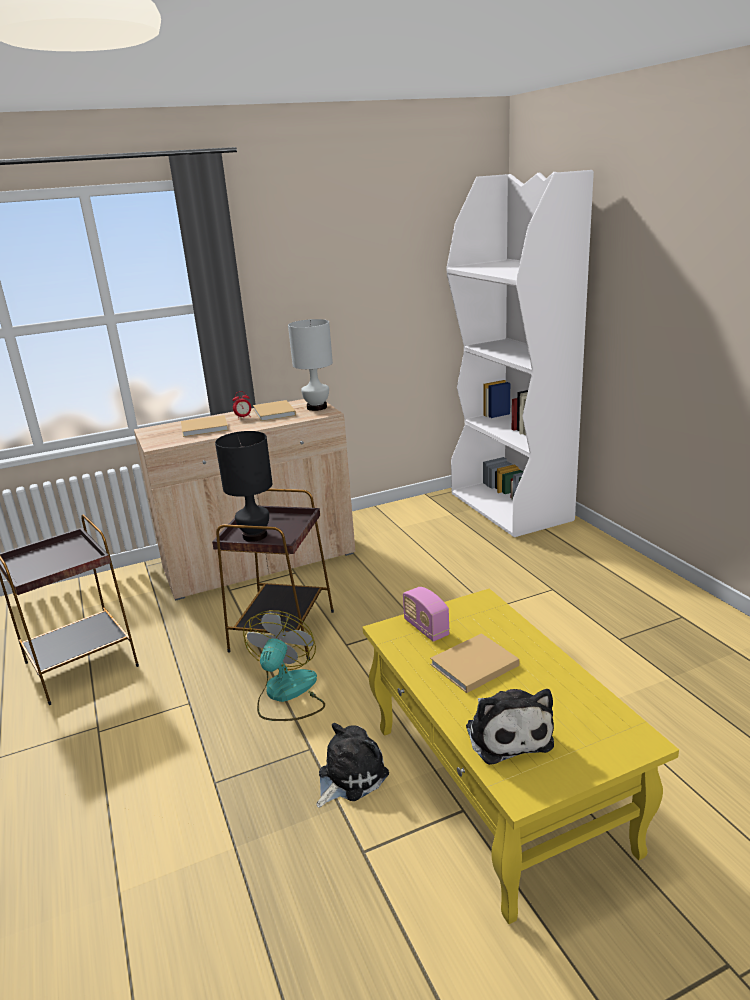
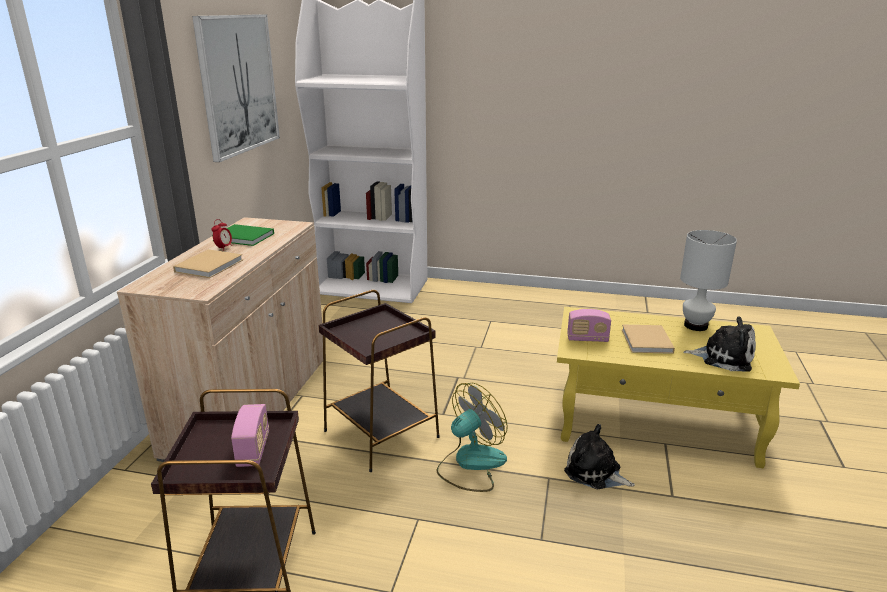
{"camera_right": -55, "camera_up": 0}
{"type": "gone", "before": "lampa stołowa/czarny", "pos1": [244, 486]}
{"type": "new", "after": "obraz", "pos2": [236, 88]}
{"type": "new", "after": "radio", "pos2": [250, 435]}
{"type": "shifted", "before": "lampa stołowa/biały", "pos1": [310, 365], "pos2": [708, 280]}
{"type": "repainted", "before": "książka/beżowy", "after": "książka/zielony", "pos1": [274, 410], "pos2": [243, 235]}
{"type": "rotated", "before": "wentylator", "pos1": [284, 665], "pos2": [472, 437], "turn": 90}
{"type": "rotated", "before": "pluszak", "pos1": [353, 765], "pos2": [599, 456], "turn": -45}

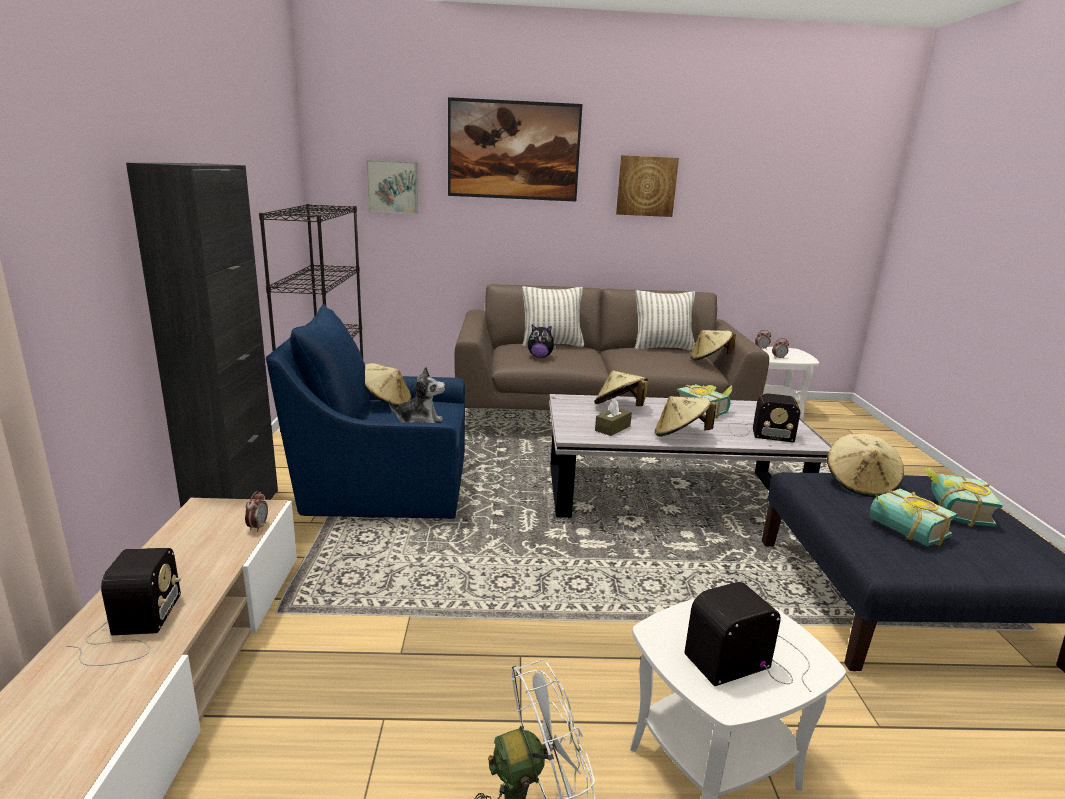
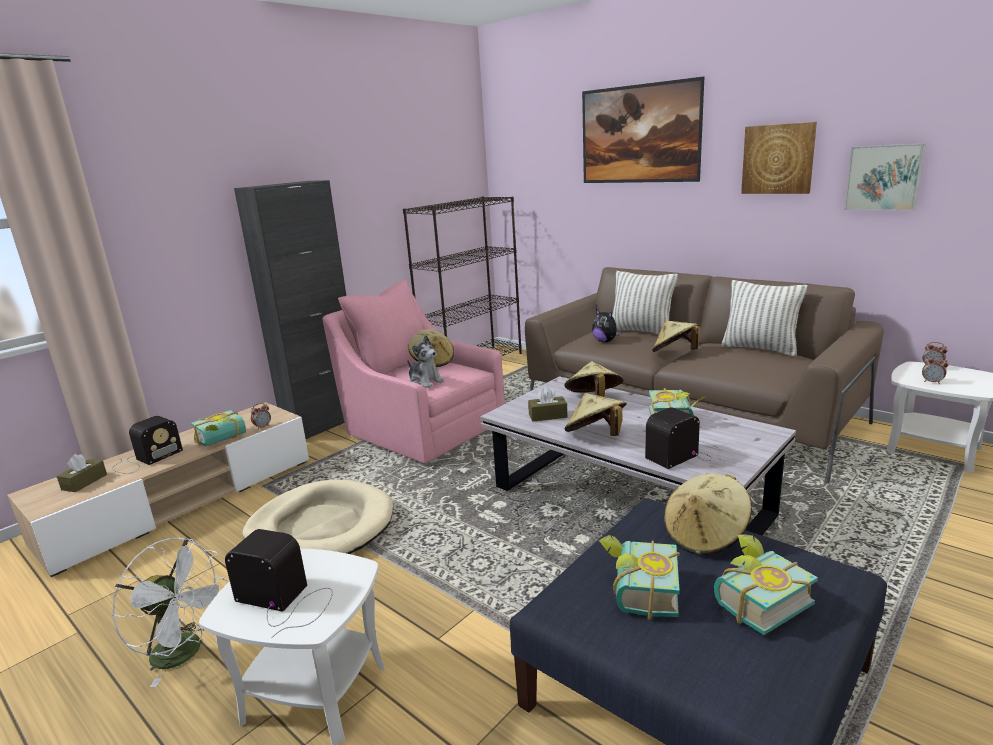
{"camera_right": 45, "camera_up": 0}
{"type": "new", "after": "pudełko chusteczek/brązowy", "pos2": [82, 473]}
{"type": "new", "after": "książka", "pos2": [218, 428]}
{"type": "new", "after": "legowisko/beżowy", "pos2": [318, 516]}
{"type": "shifted", "before": "obraz", "pos1": [392, 187], "pos2": [885, 177]}
{"type": "shifted", "before": "kapelusz/beżowy", "pos1": [713, 345], "pos2": [676, 336]}
{"type": "repainted", "before": "fotel/niebieski", "after": "fotel/różowy", "pos1": [365, 411], "pos2": [413, 372]}
{"type": "rotated", "before": "radio", "pos1": [764, 418], "pos2": [684, 438], "turn": 90}

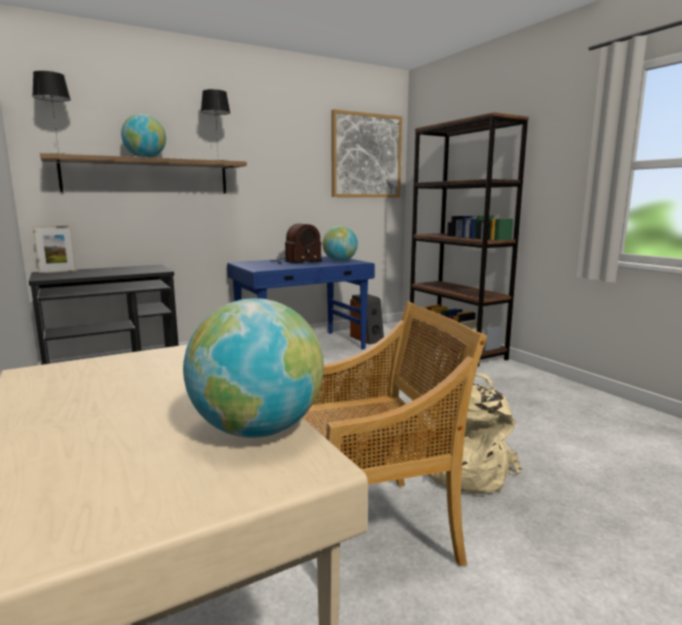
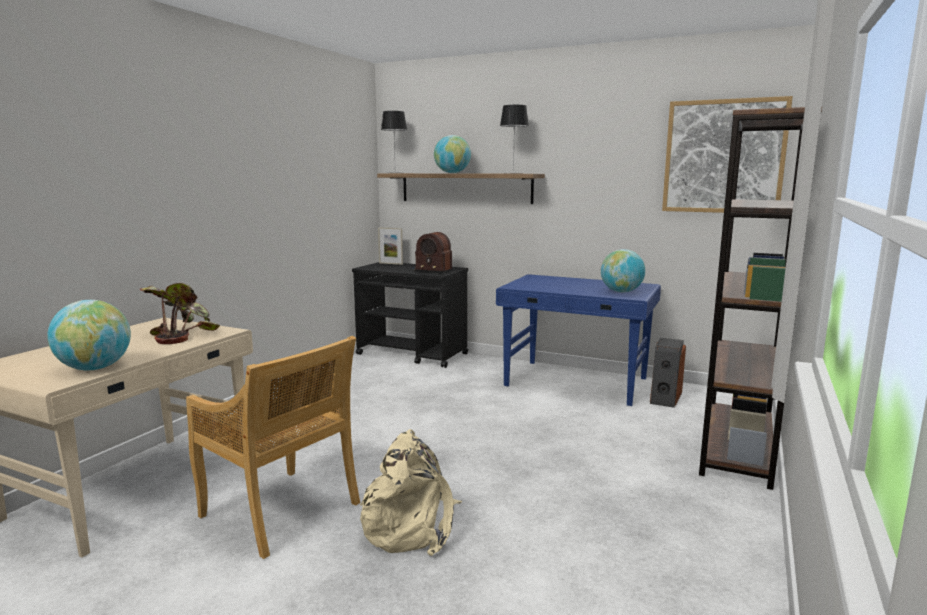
{"camera_right": 55, "camera_up": 0}
{"type": "new", "after": "roślina doniczkowa", "pos2": [180, 313]}
{"type": "shifted", "before": "radio", "pos1": [296, 244], "pos2": [432, 253]}

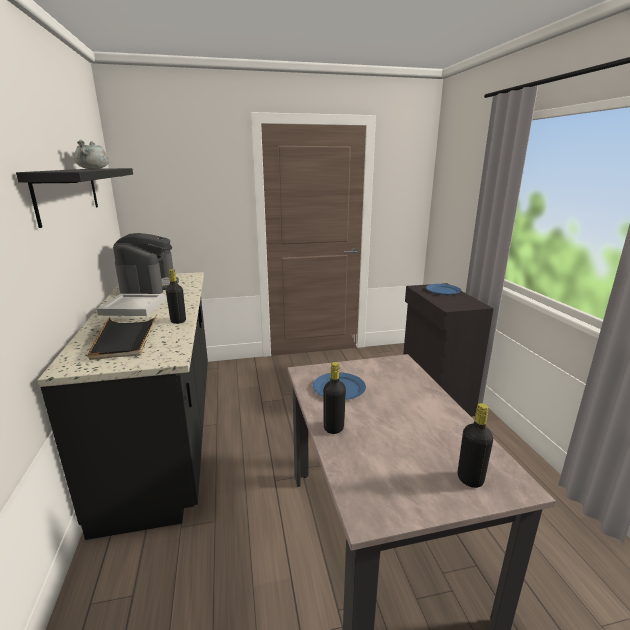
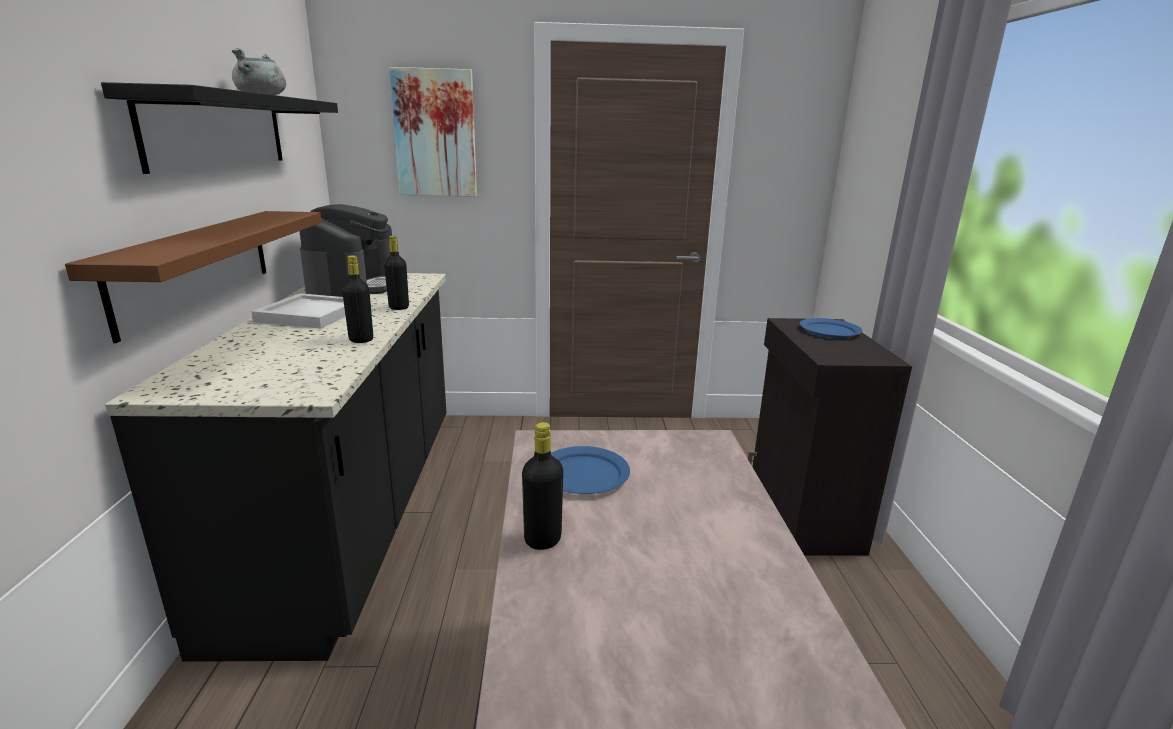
{"camera_right": 10, "camera_up": 0}
{"type": "gone", "before": "taca/czarny", "pos1": [122, 337]}
{"type": "new", "after": "półka/brązowy", "pos2": [193, 277]}
{"type": "new", "after": "obraz", "pos2": [433, 132]}
{"type": "shifted", "before": "butelka/czarny", "pos1": [475, 445], "pos2": [396, 273]}

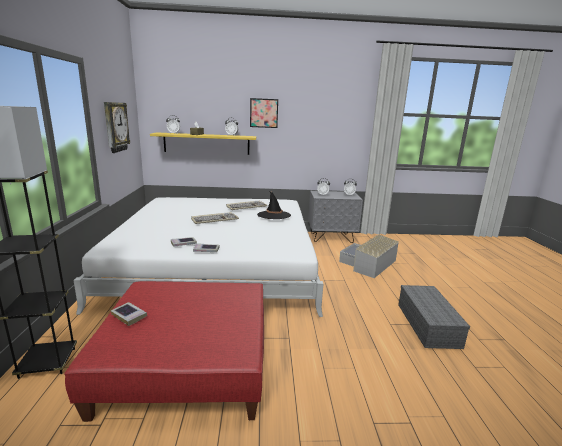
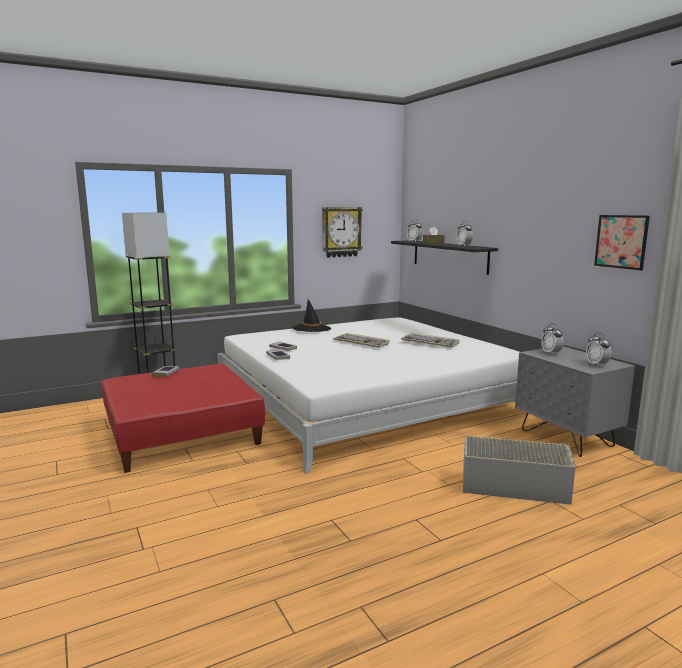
{"camera_right": 65, "camera_up": -5}
{"type": "gone", "before": "pojemnik do przechowywania/szary", "pos1": [434, 317]}
{"type": "shifted", "before": "obraz", "pos1": [264, 113], "pos2": [622, 242]}
{"type": "shifted", "before": "kapelusz/czarny", "pos1": [274, 205], "pos2": [311, 315]}
{"type": "repainted", "before": "półka/żółty", "after": "półka/czarny", "pos1": [203, 143], "pos2": [444, 257]}

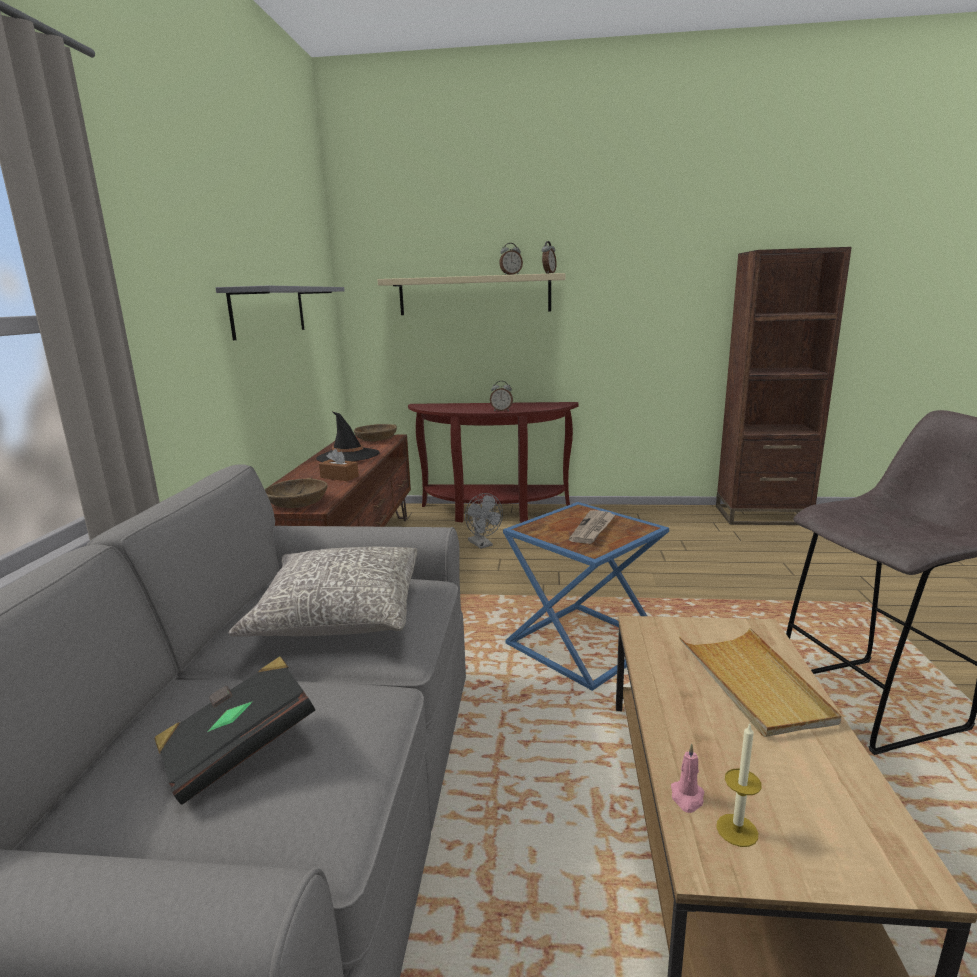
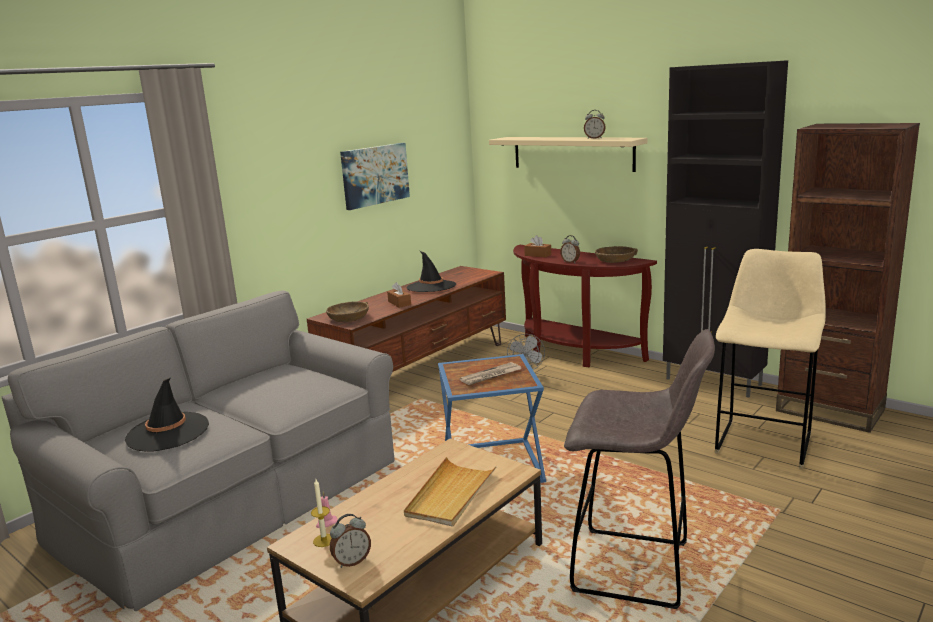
{"camera_right": 35, "camera_up": 0}
{"type": "gone", "before": "poduszka/szary", "pos1": [323, 592]}
{"type": "new", "after": "pudełko chusteczek/brązowy", "pos2": [537, 246]}
{"type": "new", "after": "szafka/czarny", "pos2": [725, 229]}
{"type": "new", "after": "stołek/beżowy", "pos2": [770, 359]}
{"type": "shifted", "before": "miska/brązowy", "pos1": [375, 433], "pos2": [616, 254]}
{"type": "shifted", "before": "budzik", "pos1": [549, 257], "pos2": [350, 541]}
{"type": "swapped", "before": "książka/czarny", "after": "kapelusz/czarny", "pos1": [235, 730], "pos2": [167, 415]}
{"type": "swapped", "before": "półka/szary", "after": "obraz", "pos1": [280, 313], "pos2": [375, 176]}

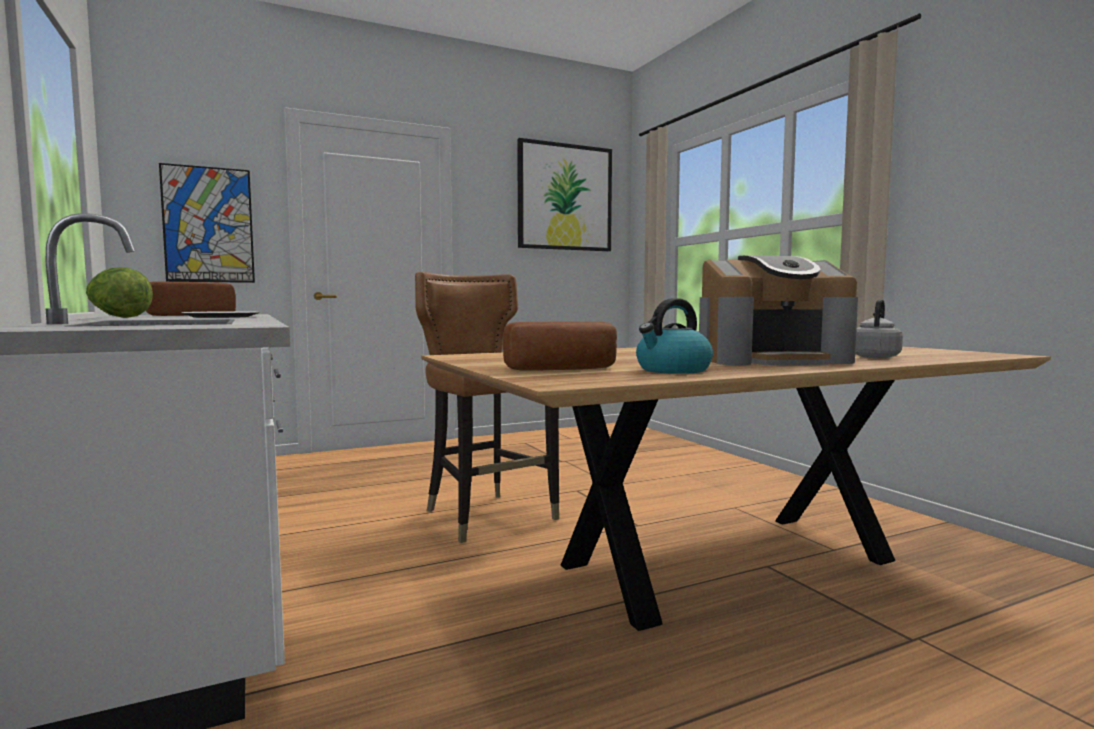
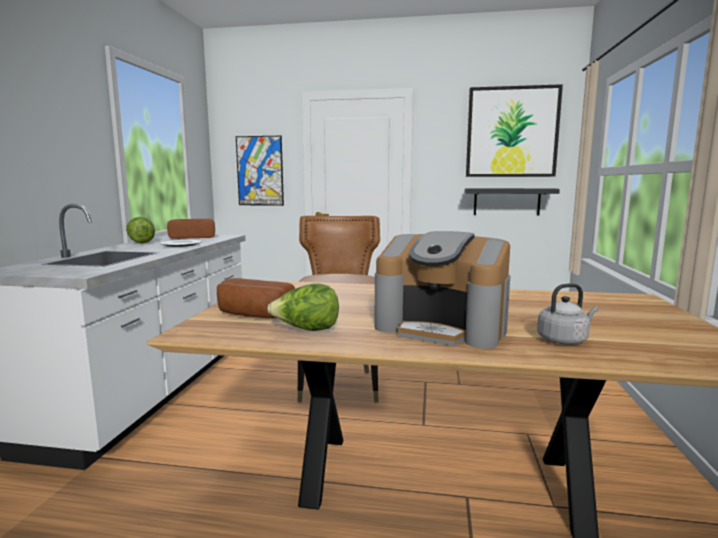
{"camera_right": 35, "camera_up": 5}
{"type": "new", "after": "półka/czarny", "pos2": [512, 202]}
{"type": "swapped", "before": "czajnik", "after": "sałata", "pos1": [674, 336], "pos2": [303, 307]}

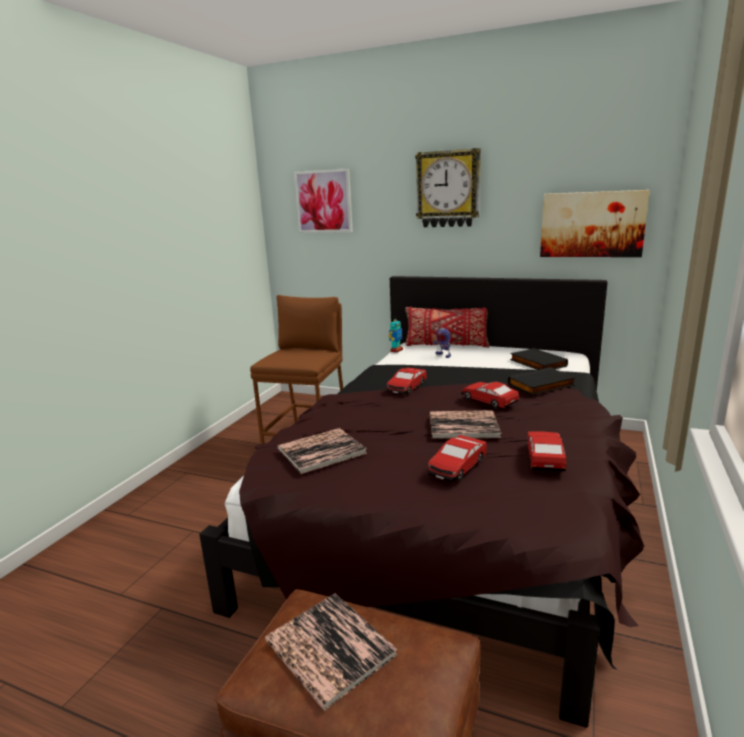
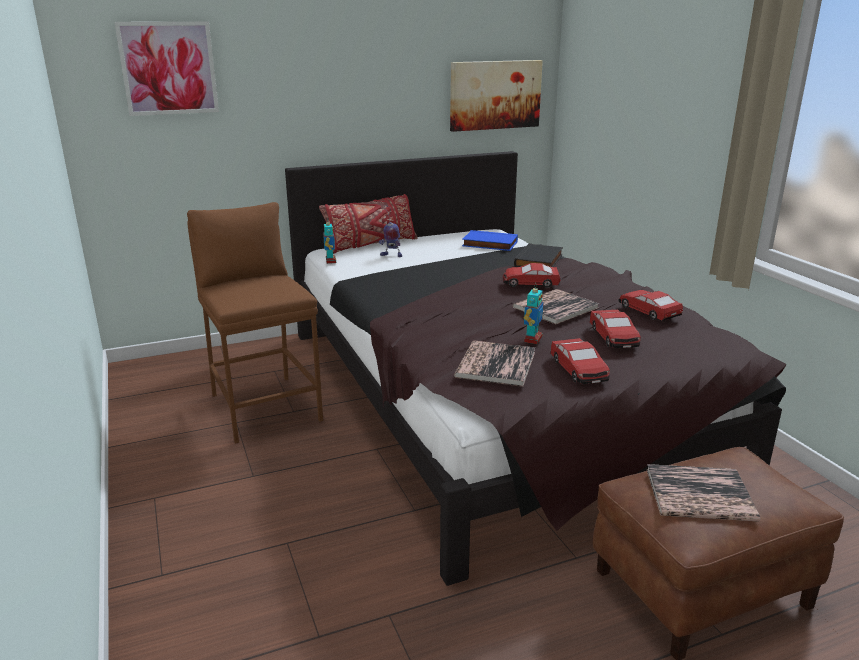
{"camera_right": -45, "camera_up": 5}
{"type": "gone", "before": "zegar ścienny", "pos1": [448, 187]}
{"type": "new", "after": "robot zabawkowy", "pos2": [534, 315]}
{"type": "shifted", "before": "samochodzik", "pos1": [407, 380], "pos2": [580, 361]}
{"type": "repainted", "before": "książka/czarny", "after": "książka/niebieski", "pos1": [539, 359], "pos2": [490, 240]}

